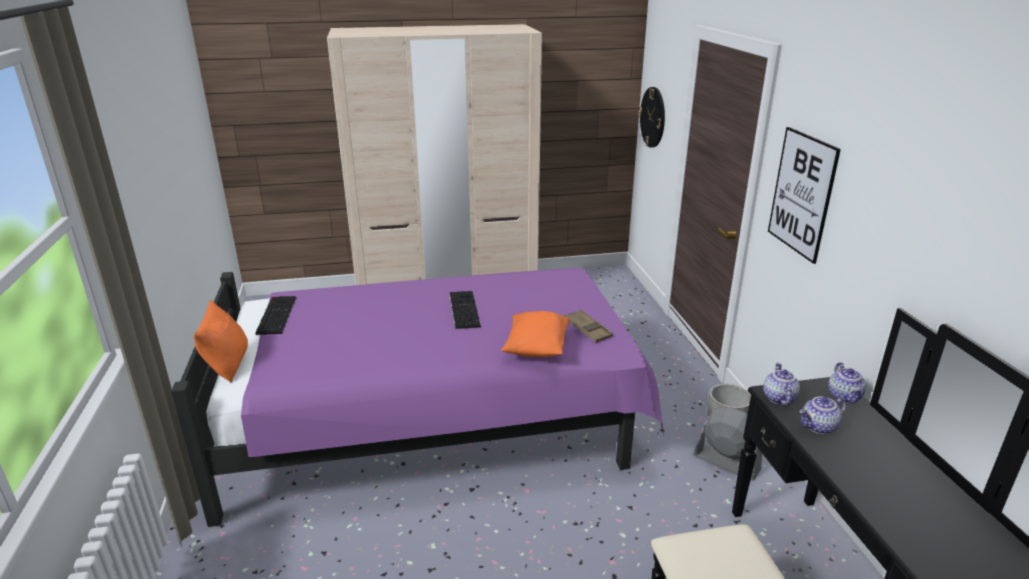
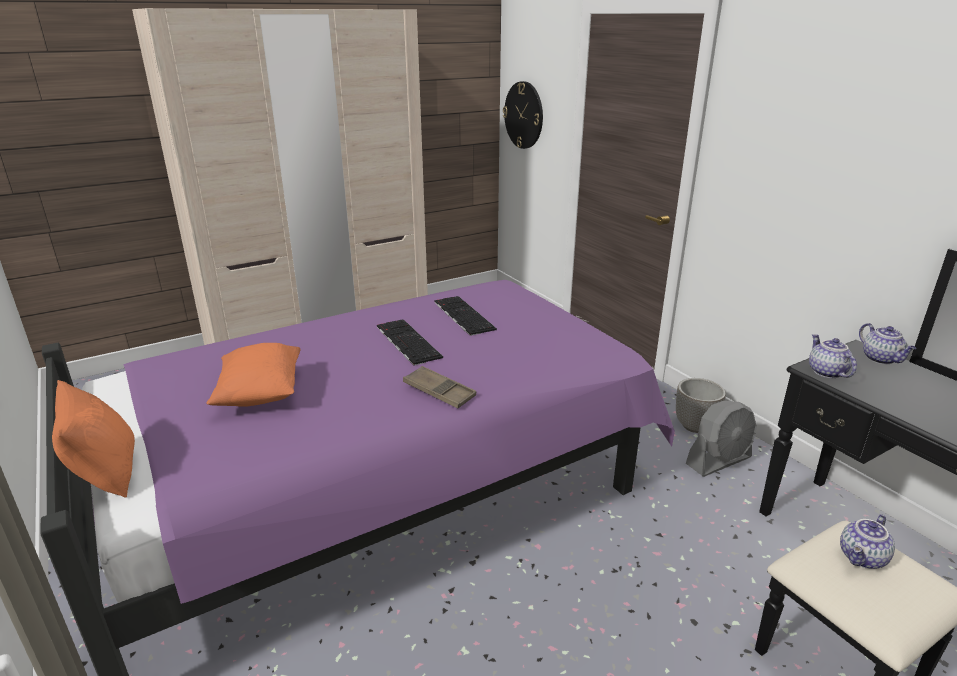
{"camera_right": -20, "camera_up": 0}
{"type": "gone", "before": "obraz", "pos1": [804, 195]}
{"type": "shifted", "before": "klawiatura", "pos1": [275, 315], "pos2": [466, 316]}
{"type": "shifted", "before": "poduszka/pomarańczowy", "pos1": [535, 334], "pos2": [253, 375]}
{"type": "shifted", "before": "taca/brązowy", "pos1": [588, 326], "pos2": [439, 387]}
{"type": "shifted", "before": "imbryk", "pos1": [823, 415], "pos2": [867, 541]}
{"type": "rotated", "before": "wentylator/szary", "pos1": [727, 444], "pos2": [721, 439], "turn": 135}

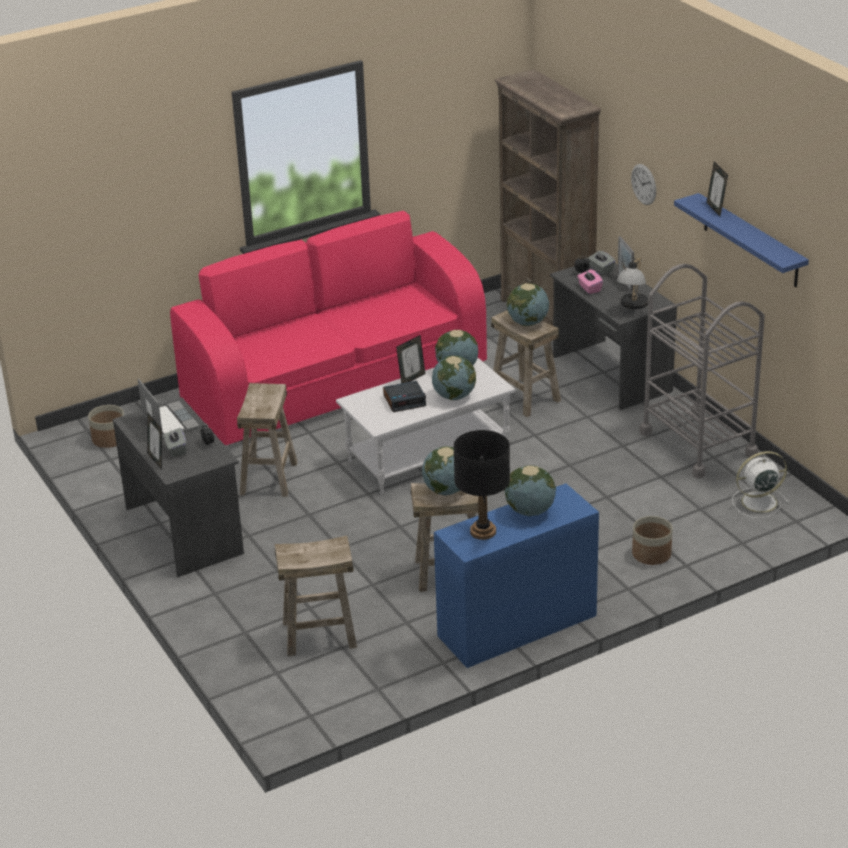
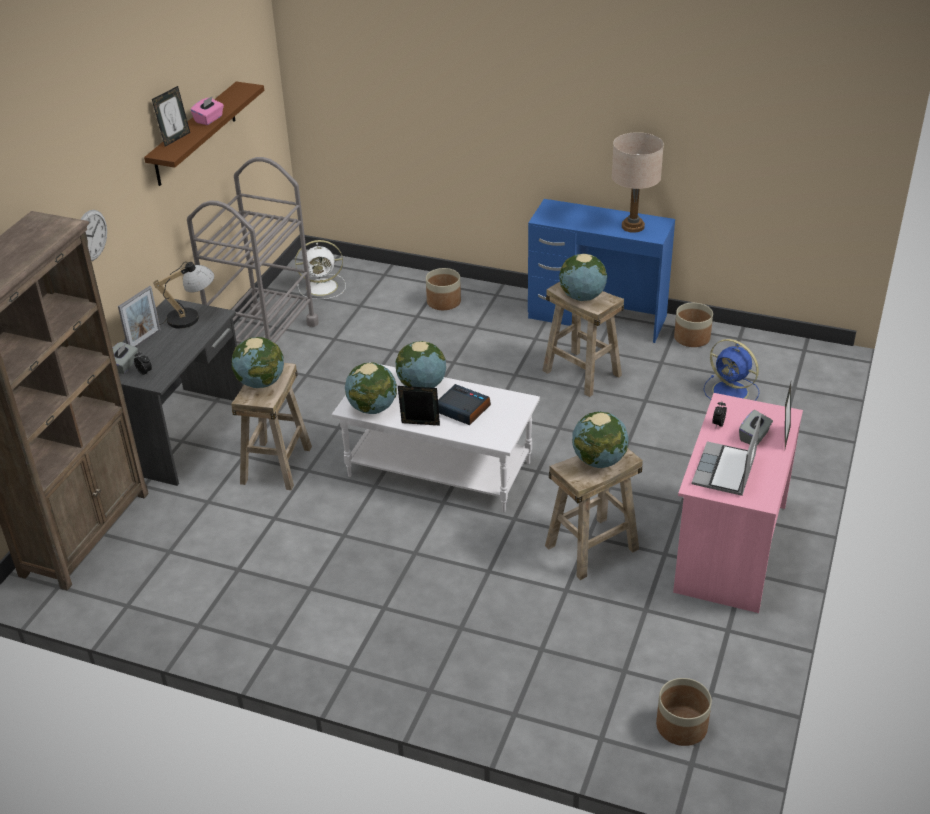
{"camera_right": -130, "camera_up": 5}
{"type": "gone", "before": "kanapa/różowy", "pos1": [328, 328]}
{"type": "new", "after": "donica", "pos2": [693, 325]}
{"type": "shifted", "before": "globus", "pos1": [530, 490], "pos2": [600, 439]}
{"type": "shifted", "before": "pudełko chusteczek/różowy", "pos1": [590, 281], "pos2": [207, 110]}
{"type": "swapped", "before": "stołek/beżowy", "after": "wentylator/niebieski", "pos1": [316, 596], "pos2": [731, 370]}
{"type": "repainted", "before": "biurko/szary", "after": "biurko/różowy", "pos1": [178, 487], "pos2": [738, 503]}
{"type": "repainted", "before": "lampa stołowa/czarny", "after": "lampa stołowa/beżowy", "pos1": [481, 485], "pos2": [638, 182]}
{"type": "repainted", "before": "półka/niebieski", "after": "półka/brązowy", "pos1": [741, 240], "pos2": [204, 134]}
{"type": "rotated", "before": "wentylator/biały", "pos1": [760, 485], "pos2": [320, 270], "turn": -45}

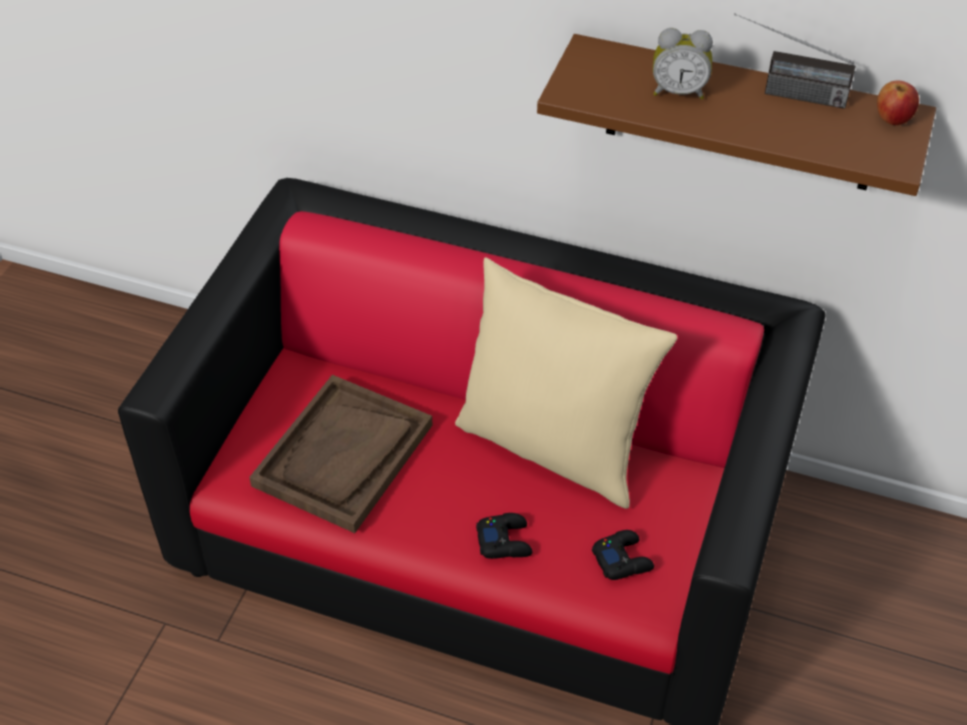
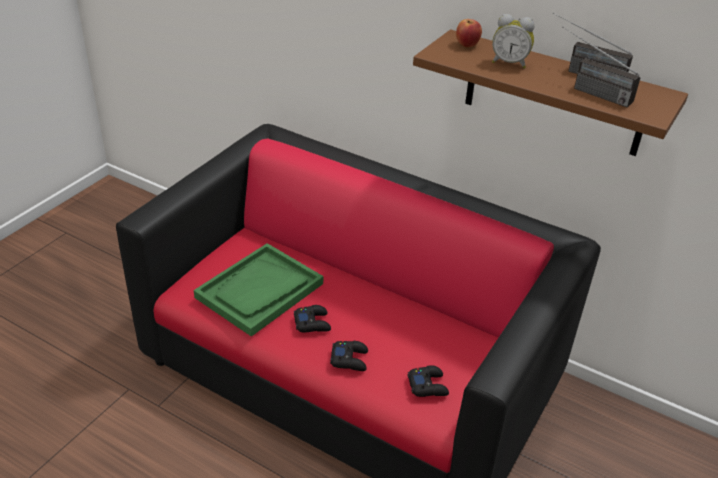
{"camera_right": 10, "camera_up": -10}
{"type": "gone", "before": "poduszka/beżowy", "pos1": [566, 383]}
{"type": "new", "after": "pad do gier/czarny", "pos2": [312, 318]}
{"type": "new", "after": "radio", "pos2": [601, 67]}
{"type": "shifted", "before": "jabłko", "pos1": [898, 102], "pos2": [469, 33]}
{"type": "repainted", "before": "taca/brązowy", "after": "taca/zielony", "pos1": [340, 454], "pos2": [258, 290]}

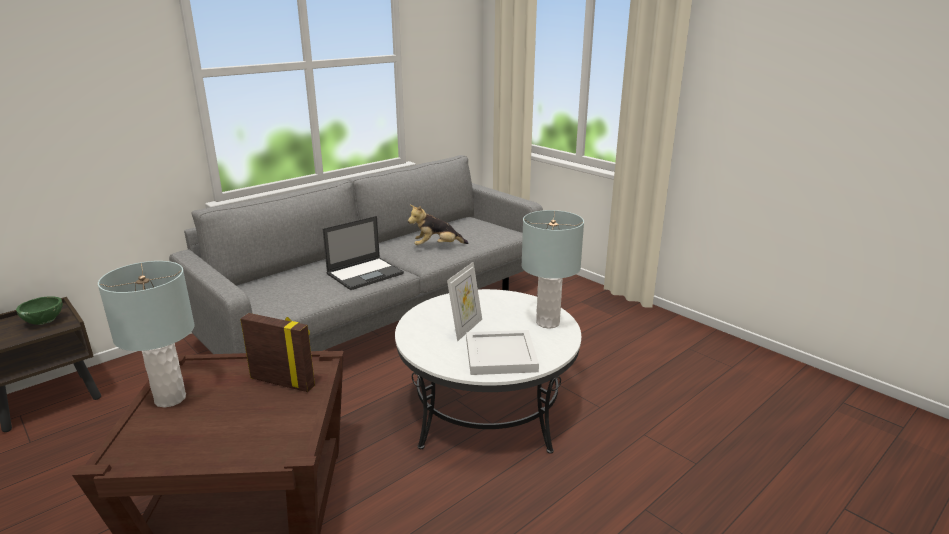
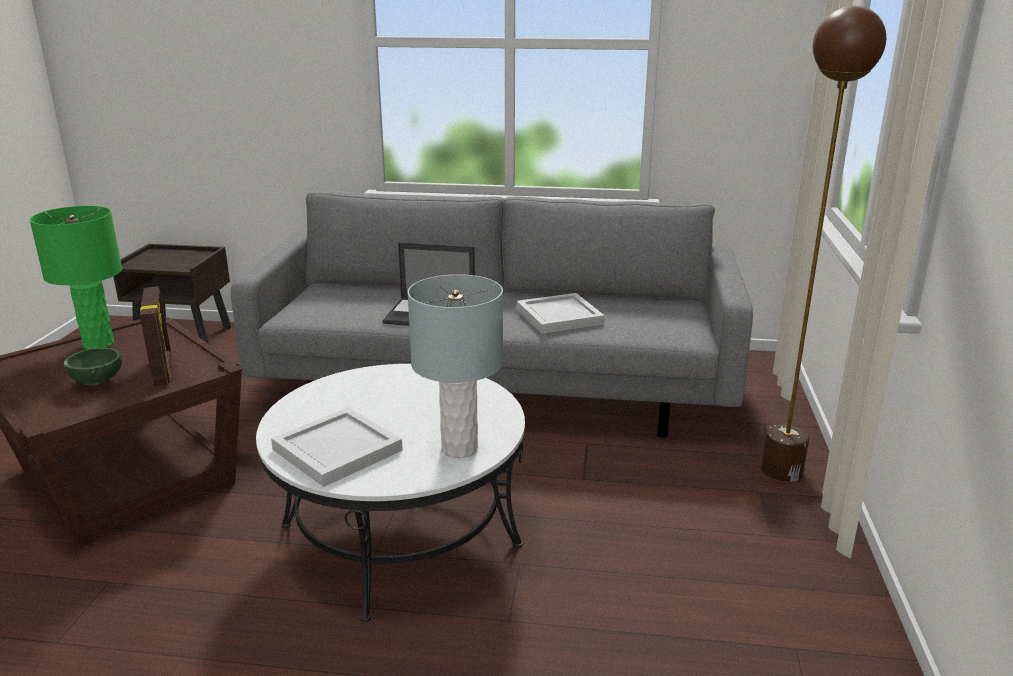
{"camera_right": 50, "camera_up": 0}
{"type": "gone", "before": "ramka na zdjęcie", "pos1": [464, 301]}
{"type": "new", "after": "lampa stojąca/brązowy", "pos2": [823, 244]}
{"type": "shifted", "before": "miska/zielony", "pos1": [39, 310], "pos2": [93, 367]}
{"type": "swapped", "before": "pluszak", "after": "taca/biały", "pos1": [438, 225], "pos2": [561, 313]}
{"type": "repainted", "before": "lampa stołowa/szary", "after": "lampa stołowa/zielony", "pos1": [146, 334], "pos2": [76, 277]}

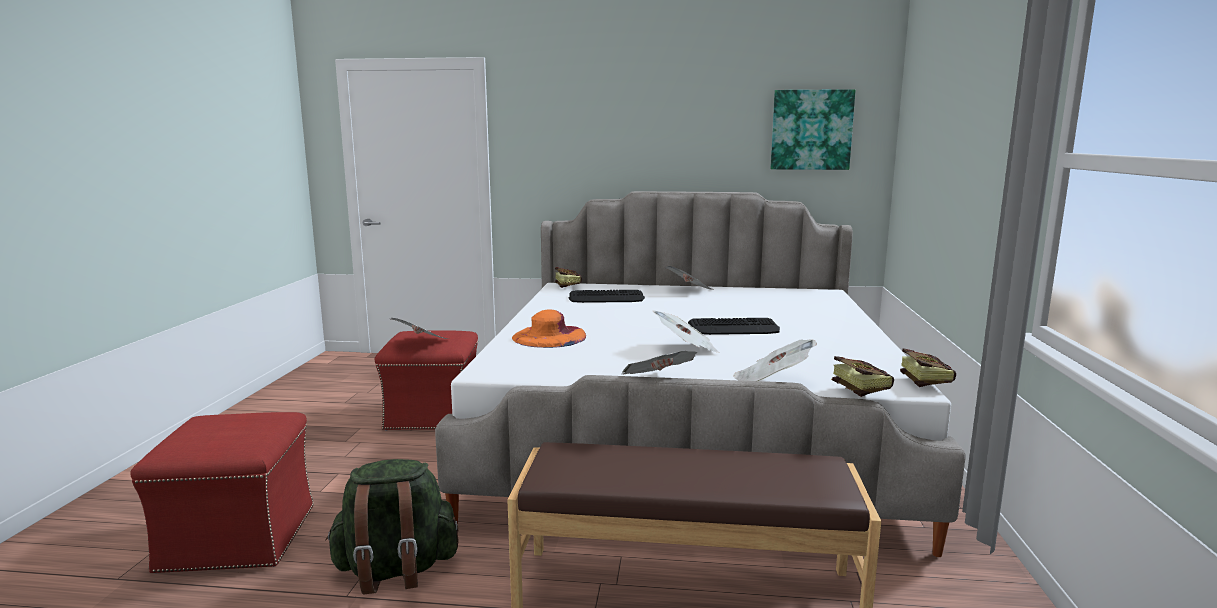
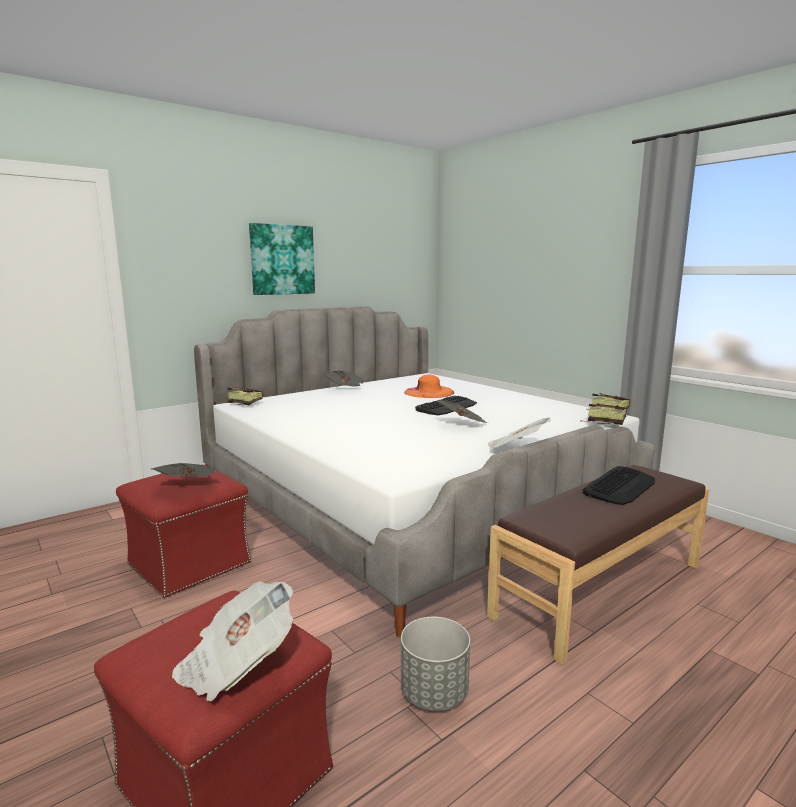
{"camera_right": -45, "camera_up": 0}
{"type": "shifted", "before": "kapelusz/pomarańczowy", "pos1": [549, 328], "pos2": [429, 386]}
{"type": "shifted", "before": "klawiatura", "pos1": [606, 296], "pos2": [618, 485]}
{"type": "shifted", "before": "gazeta", "pos1": [775, 360], "pos2": [233, 641]}
{"type": "shifted", "before": "obraz", "pos1": [812, 129], "pos2": [282, 259]}
{"type": "swapped", "before": "plecak/zielony", "after": "donica/szary", "pos1": [392, 526], "pos2": [435, 664]}

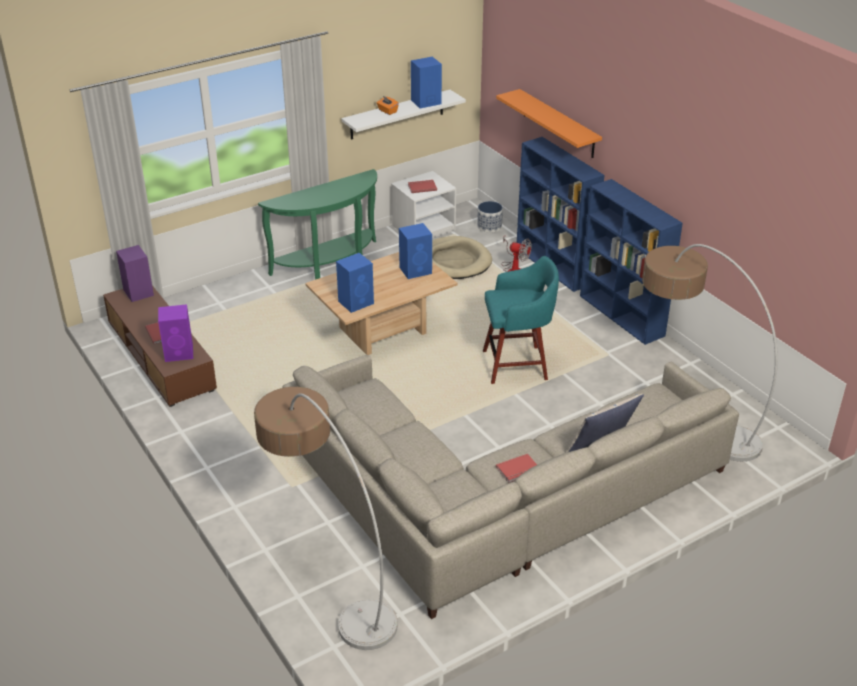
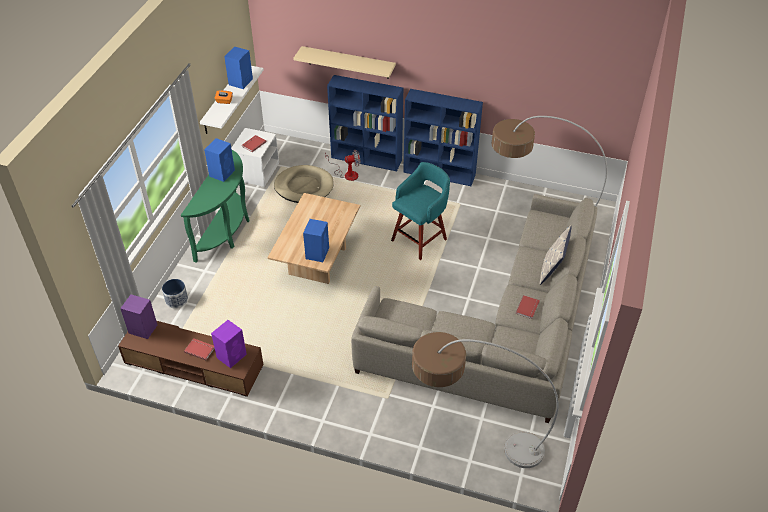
{"camera_right": -40, "camera_up": 10}
{"type": "shifted", "before": "głośnik/niebieski", "pos1": [415, 251], "pos2": [219, 160]}
{"type": "shifted", "before": "donica", "pos1": [490, 217], "pos2": [175, 293]}
{"type": "repainted", "before": "półka/pomarańczowy", "after": "półka/beżowy", "pos1": [549, 123], "pos2": [344, 62]}

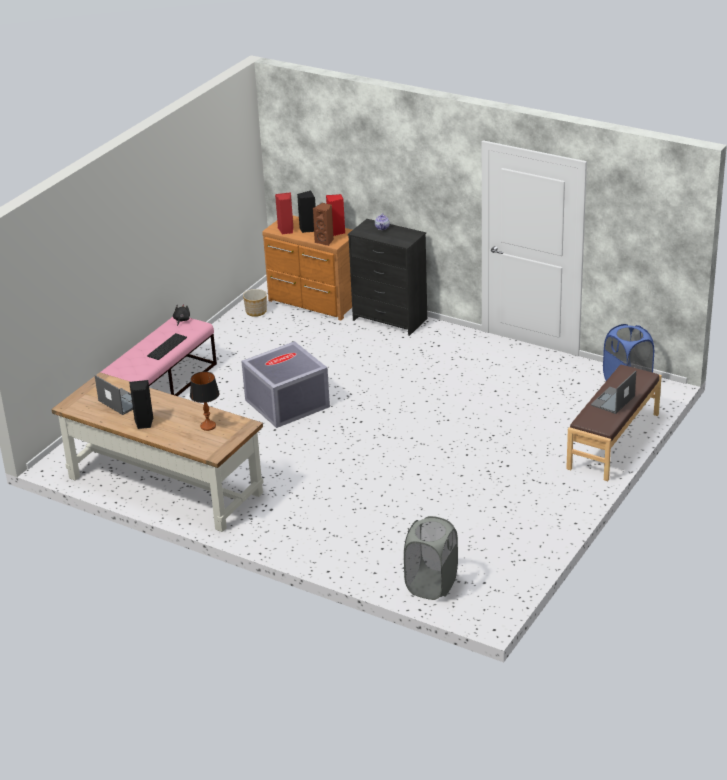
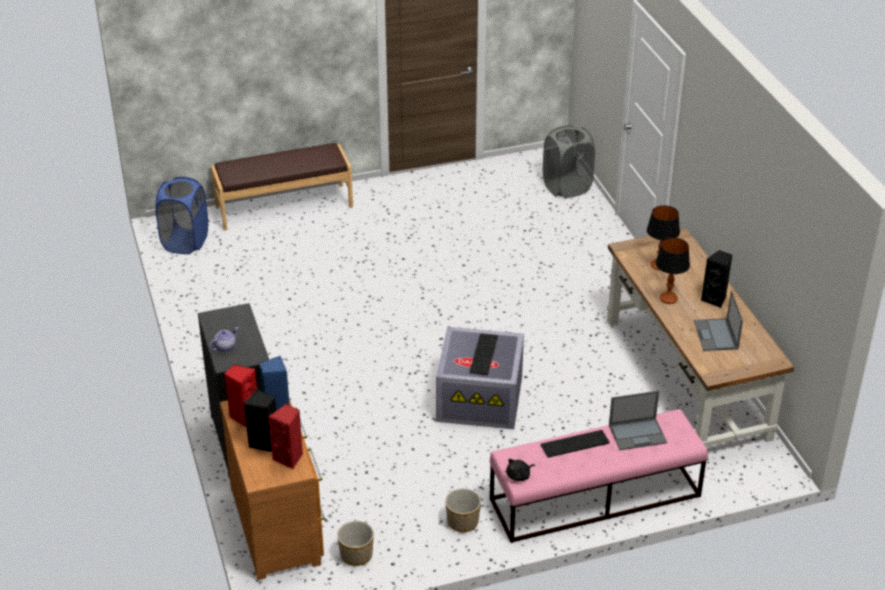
{"camera_right": -140, "camera_up": 5}
{"type": "new", "after": "donica", "pos2": [463, 510]}
{"type": "new", "after": "klawiatura", "pos2": [483, 354]}
{"type": "new", "after": "lampa stołowa", "pos2": [673, 271]}
{"type": "shifted", "before": "laptop", "pos1": [613, 392], "pos2": [638, 420]}
{"type": "repainted", "before": "głośnik/brązowy", "after": "głośnik/niebieski", "pos1": [323, 224], "pos2": [274, 383]}

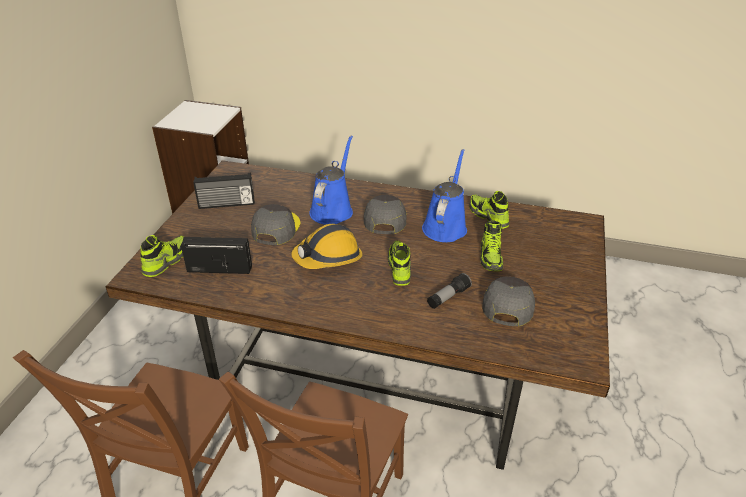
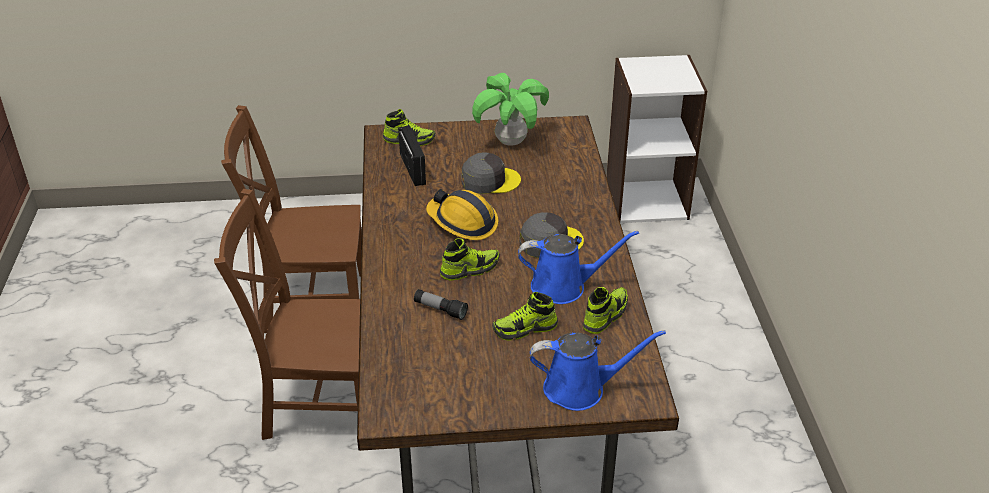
{"camera_right": 70, "camera_up": 0}
{"type": "gone", "before": "czapka z daszkiem/szary", "pos1": [508, 301]}
{"type": "shifted", "before": "konewka/niebieski", "pos1": [331, 180], "pos2": [598, 370]}
{"type": "swapped", "before": "radio", "after": "roślina doniczkowa", "pos1": [224, 191], "pos2": [510, 109]}

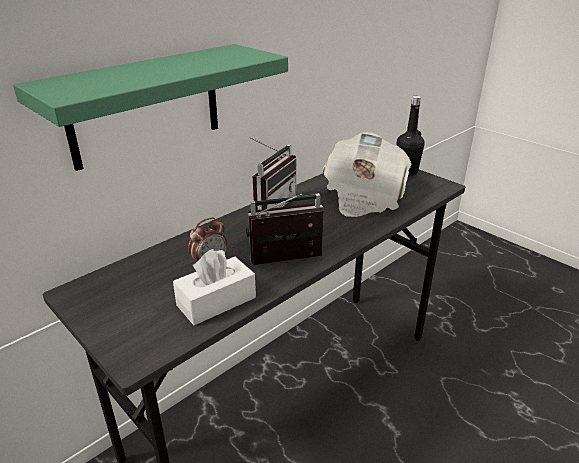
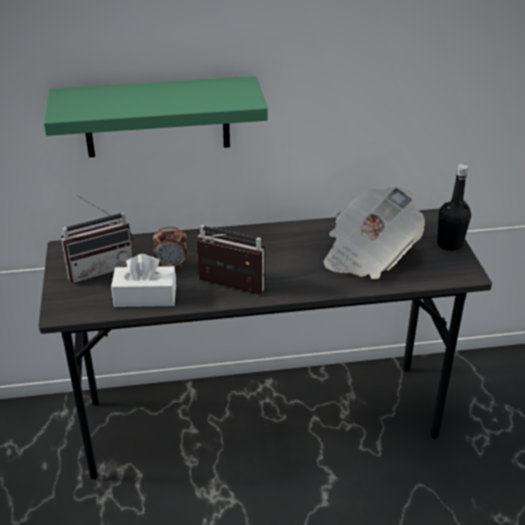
{"camera_right": 35, "camera_up": 5}
{"type": "shifted", "before": "radio", "pos1": [273, 173], "pos2": [97, 239]}

